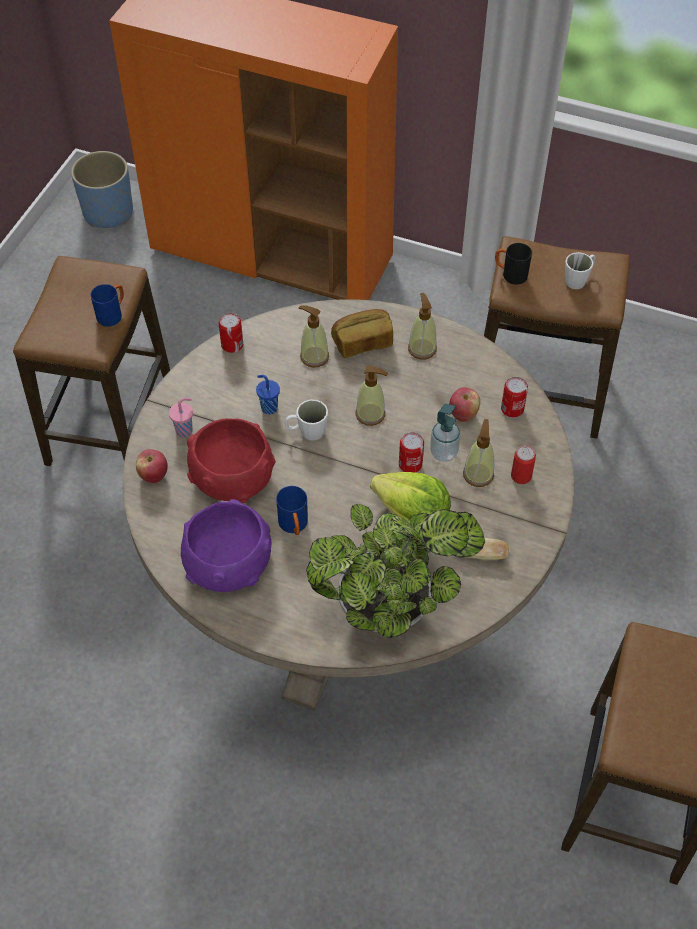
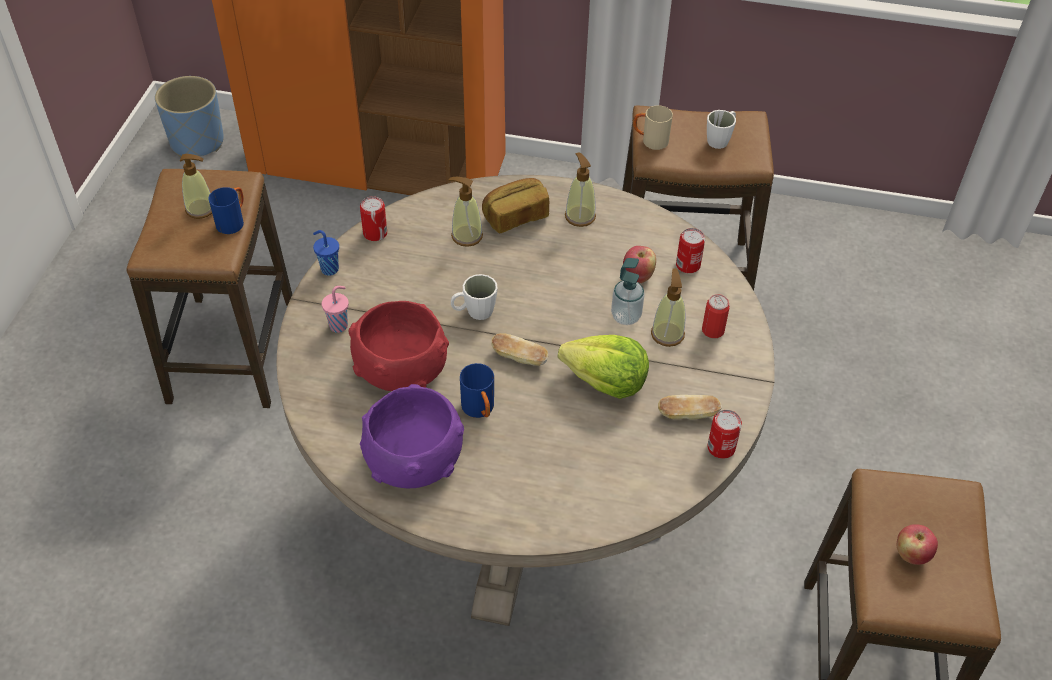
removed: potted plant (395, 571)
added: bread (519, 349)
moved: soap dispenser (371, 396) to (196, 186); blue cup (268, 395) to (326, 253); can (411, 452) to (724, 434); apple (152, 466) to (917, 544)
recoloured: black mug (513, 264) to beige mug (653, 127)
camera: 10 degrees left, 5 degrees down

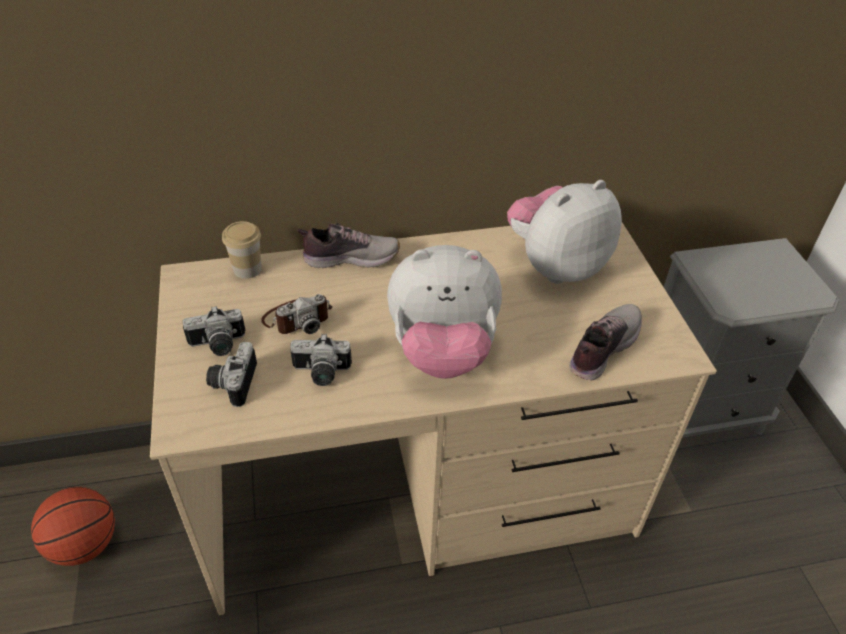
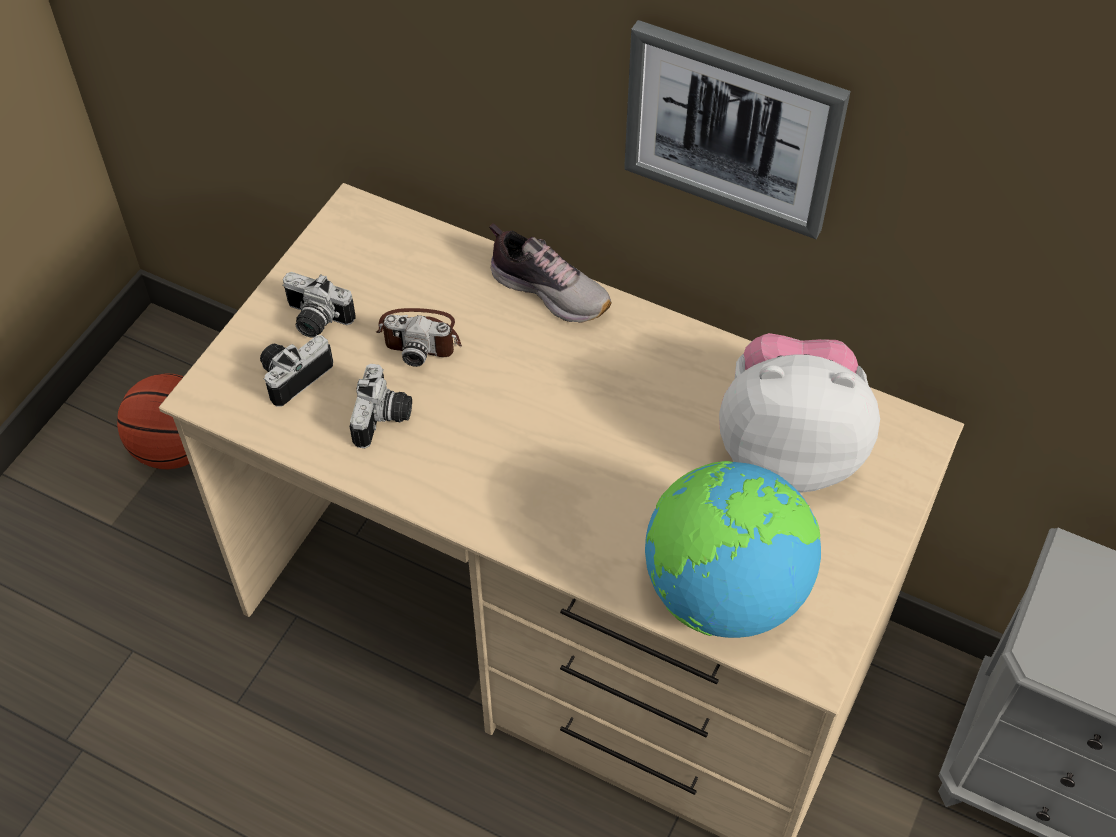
removed: cup (242, 250); plush toy (444, 312)
added: picture (737, 129)
replaced: shoe (605, 342) to globe (733, 549)
turned: photo camera (321, 360) = (380, 406) 120 degrees counterclockwise
camera: 40 degrees right, 10 degrees up

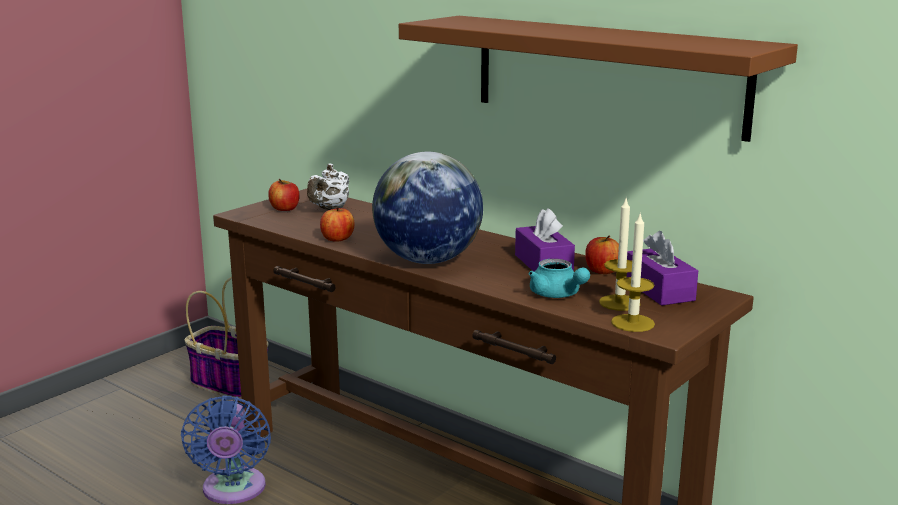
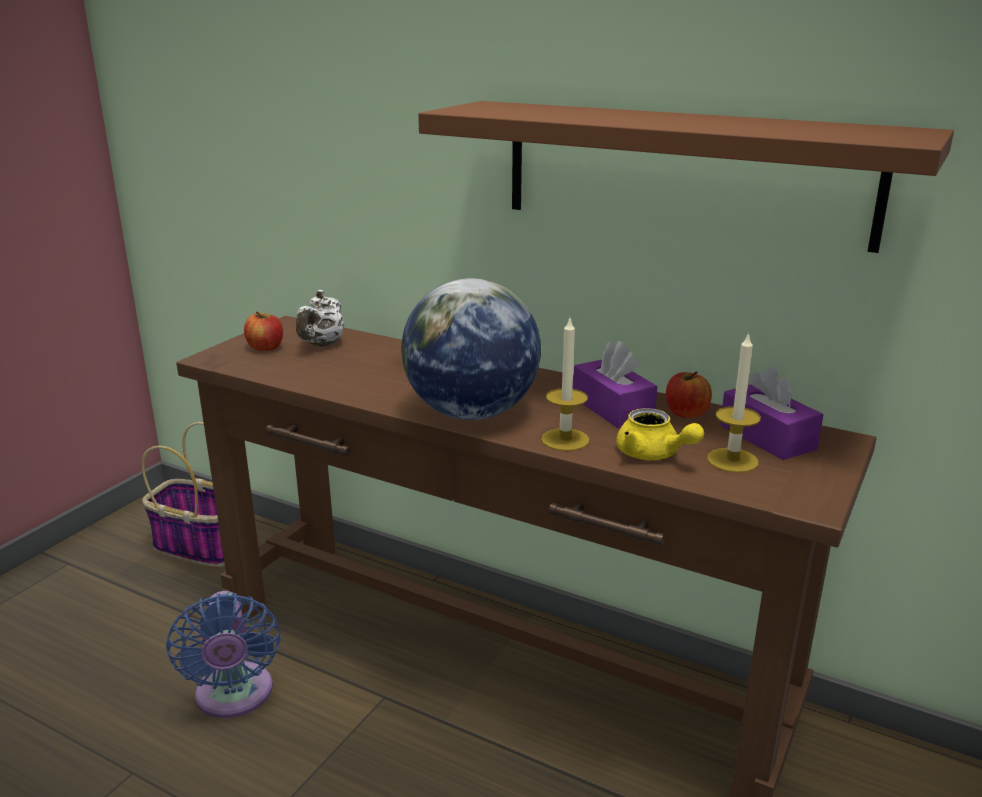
removed: apple (337, 224)
moved: candle (633, 273) to (565, 385)
recoloured: turquoise teapot (559, 278) to yellow teapot (660, 434)
camera: 10 degrees left, 5 degrees up

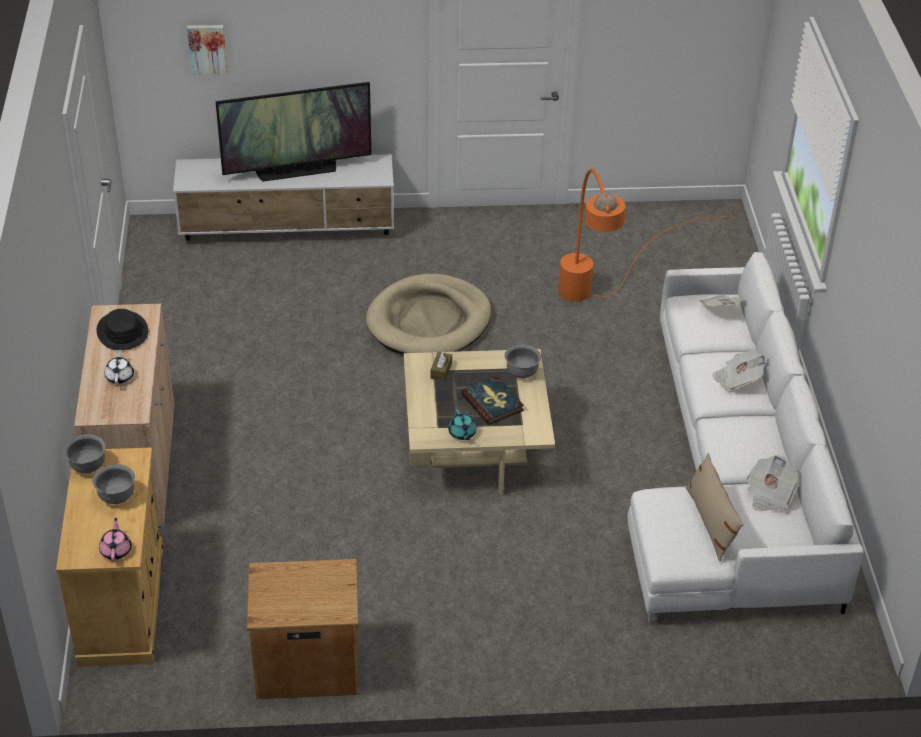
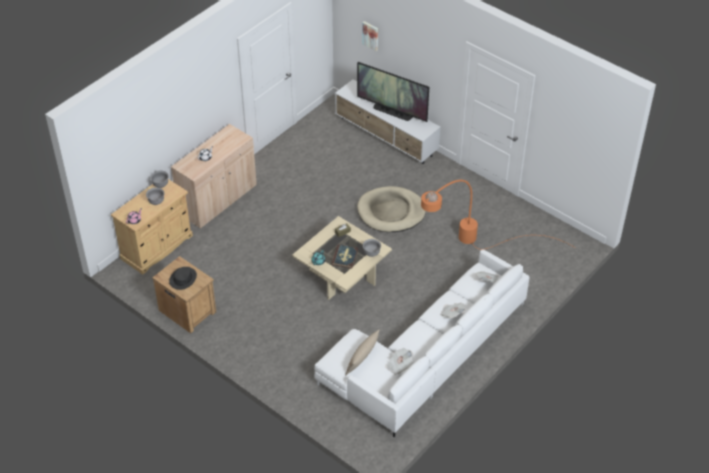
moved: black hat (122, 329) to (183, 278)
camera: 45 degrees right, 5 degrees up

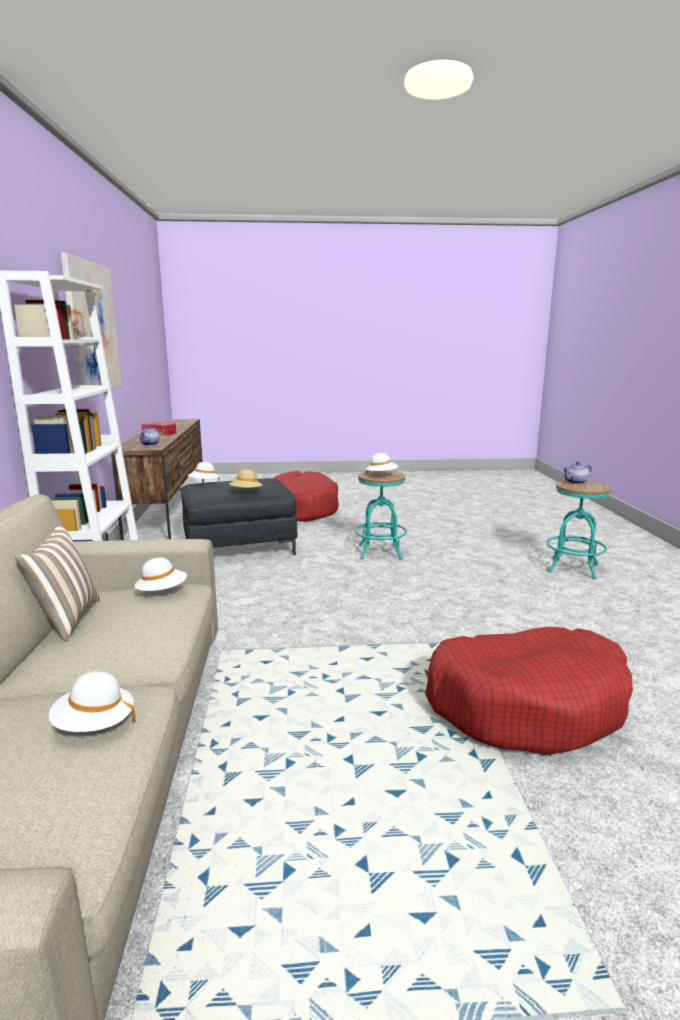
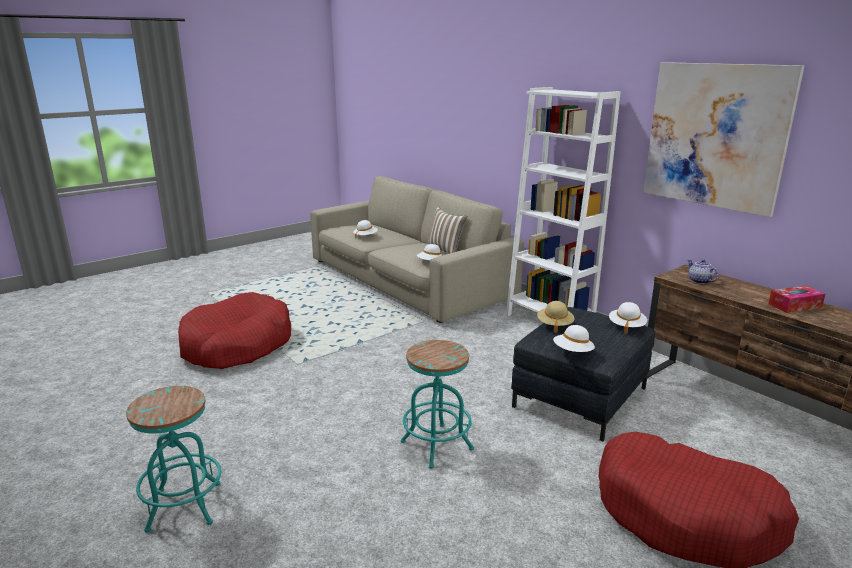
removed: teapot (577, 472)
moved: white hat (382, 463) to (574, 338)
camera: 145 degrees right, 5 degrees up

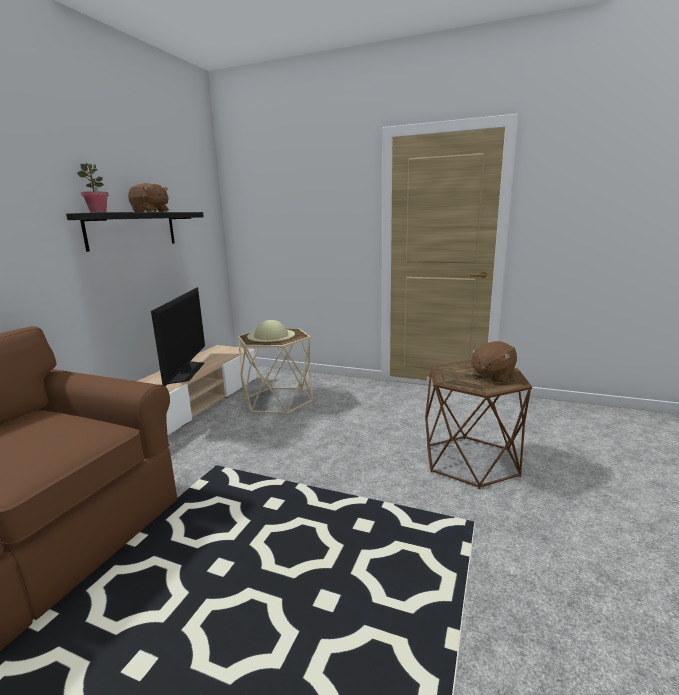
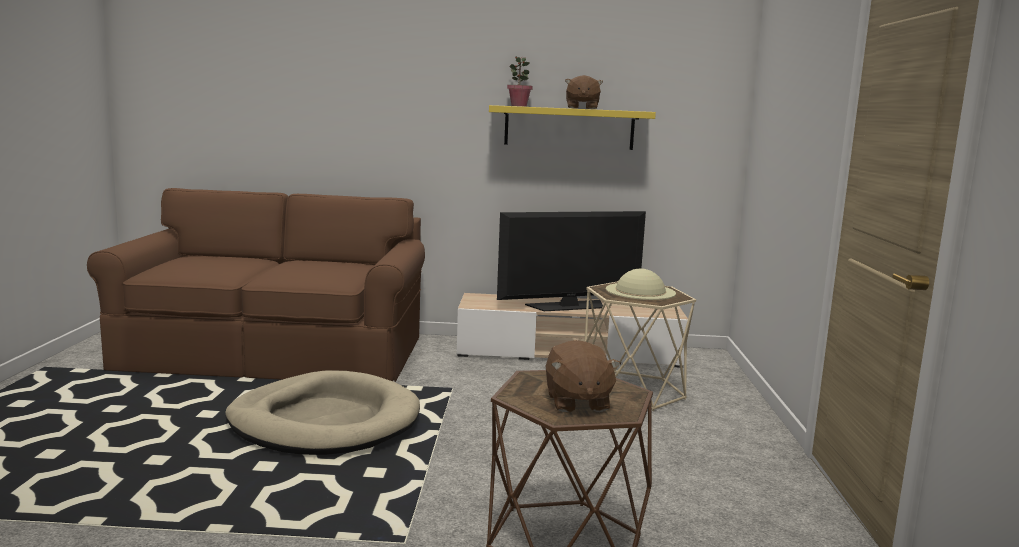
added: beige dog bed (322, 413)
recoloured: black shelf (135, 232) to yellow shelf (572, 127)
turned: brown plush toy (493, 362) = (583, 376) 120 degrees counterclockwise
camera: 70 degrees right, 5 degrees down

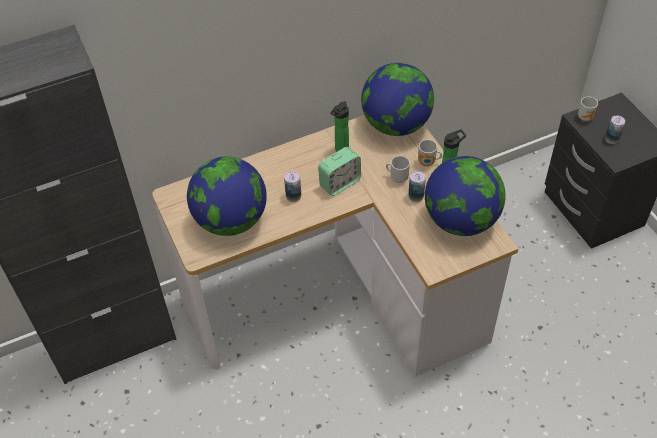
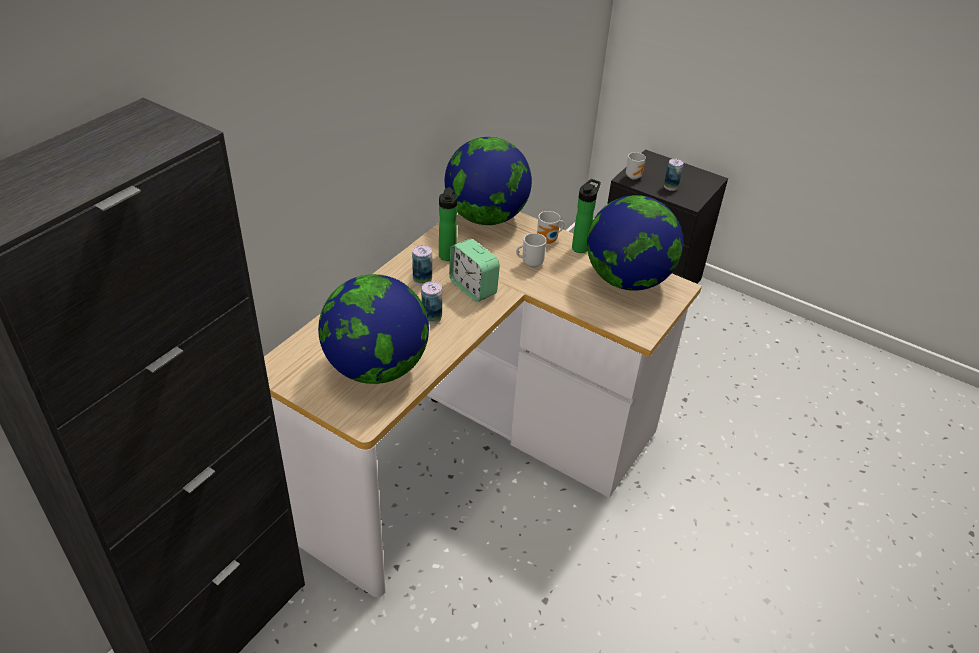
moved: can (417, 186) to (422, 265)
turned: alarm clock (339, 171) = (474, 270) 120 degrees clockwise
camera: 35 degrees left, 10 degrees down

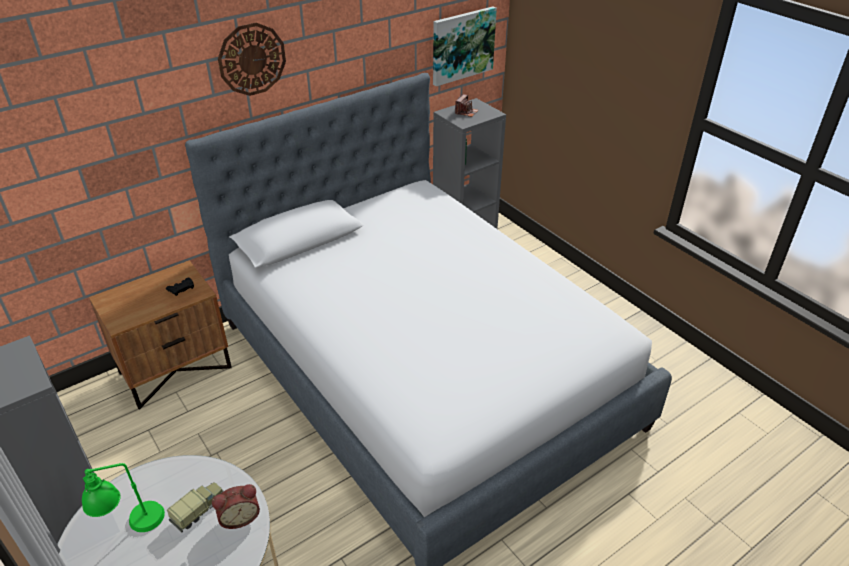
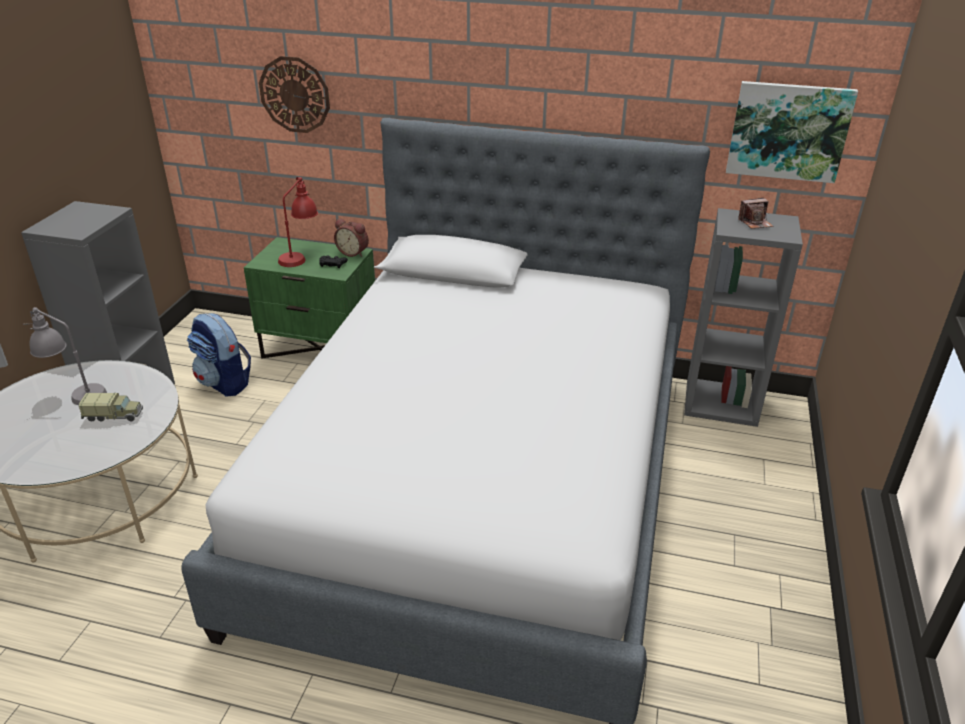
added: red table lamp (298, 222); backpack (219, 355)
moved: wall clock (252, 59) to (294, 94); alarm clock (236, 506) to (351, 238)
recoloured: brown nightstand (160, 334) to green nightstand (309, 298); green table lamp (123, 497) to grey table lamp (65, 356)
camera: 50 degrees right, 5 degrees down

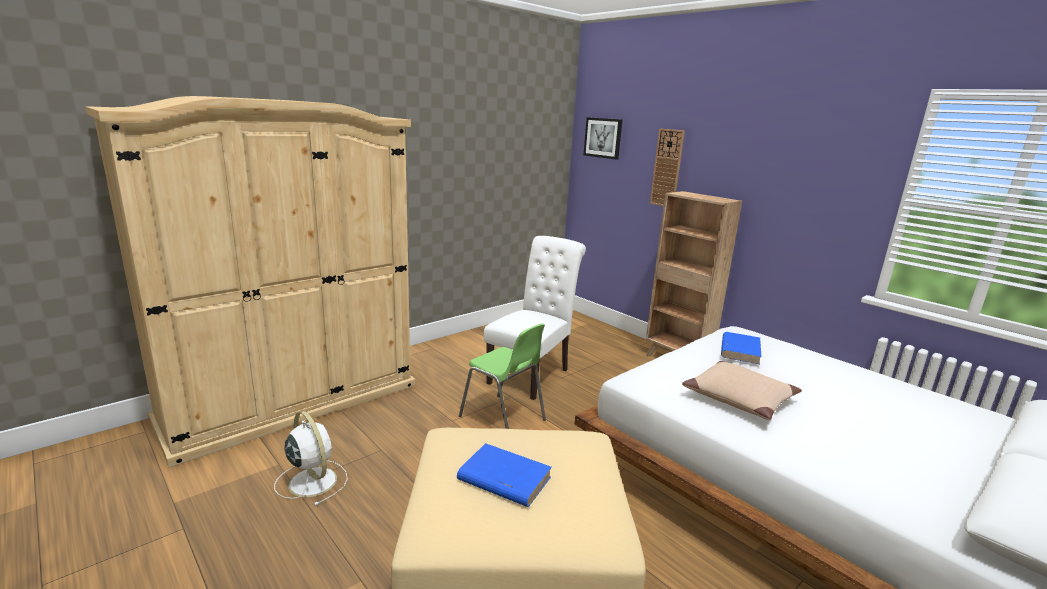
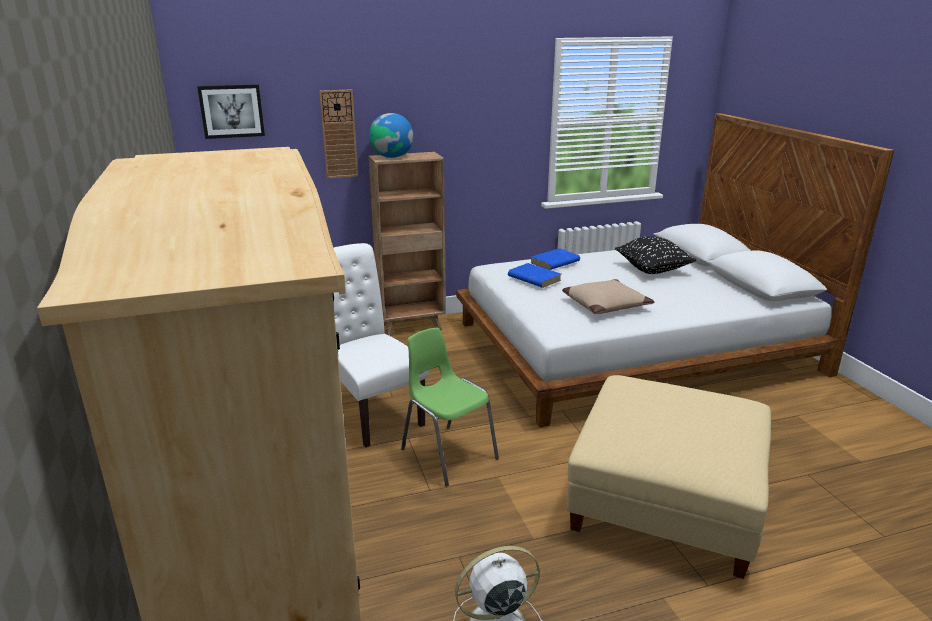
added: globe (391, 135); black pillow (655, 255)
moved: blue book (504, 475) to (555, 259)
turned: green chair (502, 376) = (450, 407) 105 degrees counterclockwise
camera: 65 degrees left, 5 degrees up

